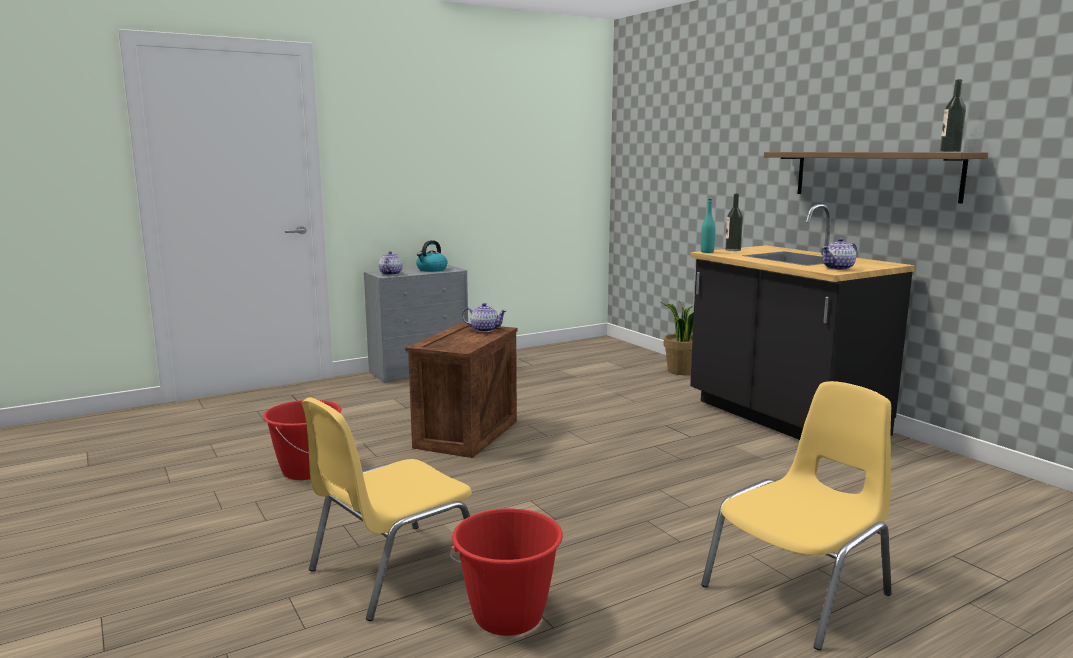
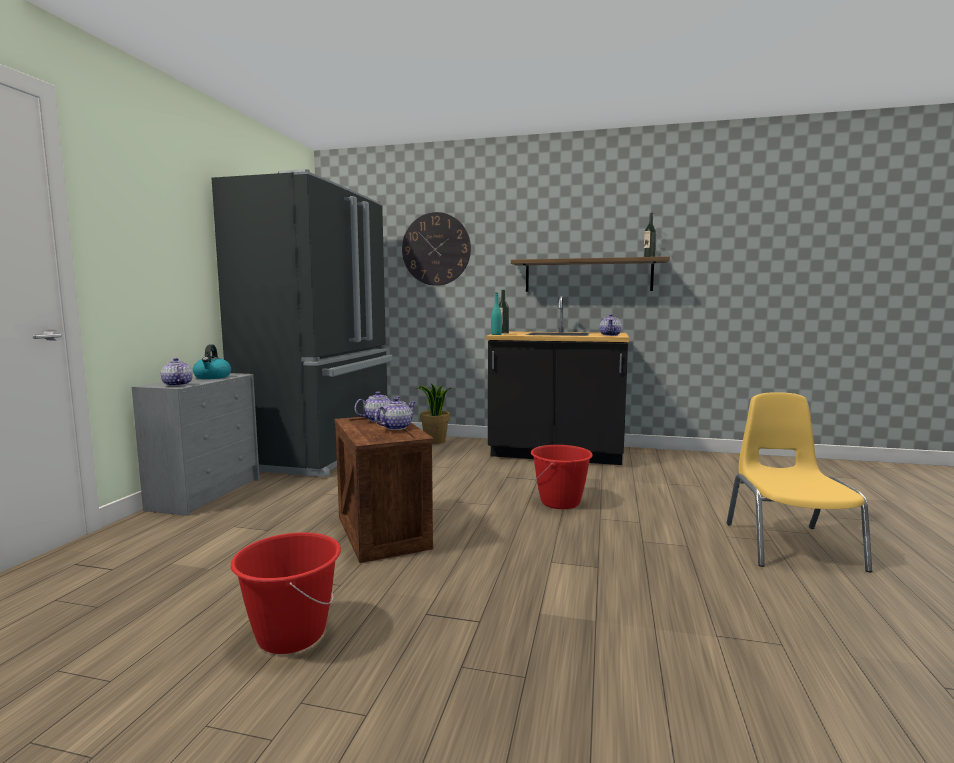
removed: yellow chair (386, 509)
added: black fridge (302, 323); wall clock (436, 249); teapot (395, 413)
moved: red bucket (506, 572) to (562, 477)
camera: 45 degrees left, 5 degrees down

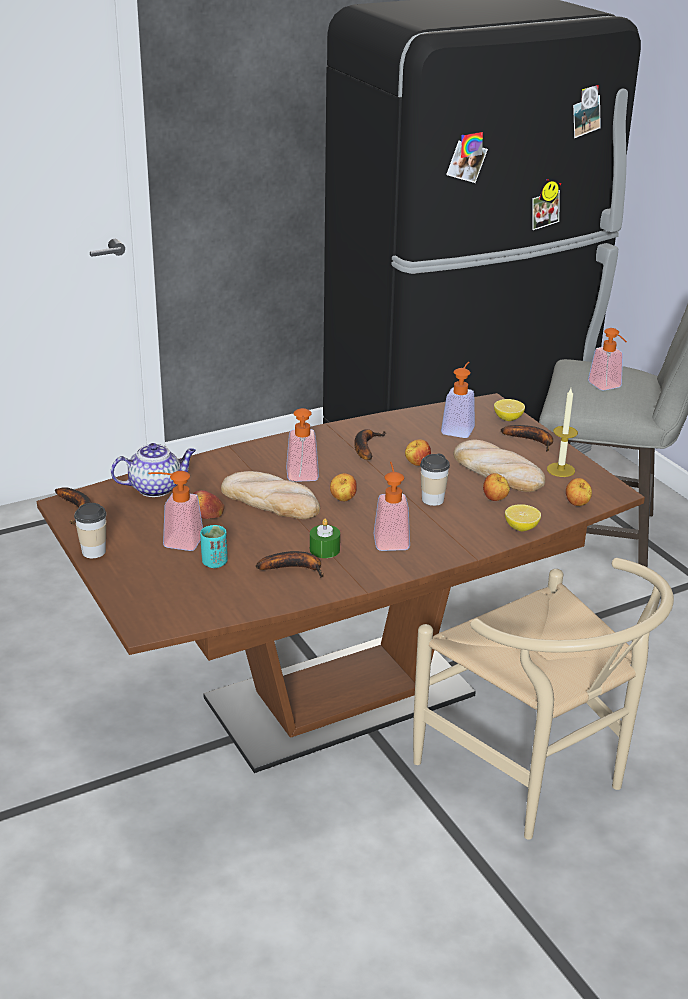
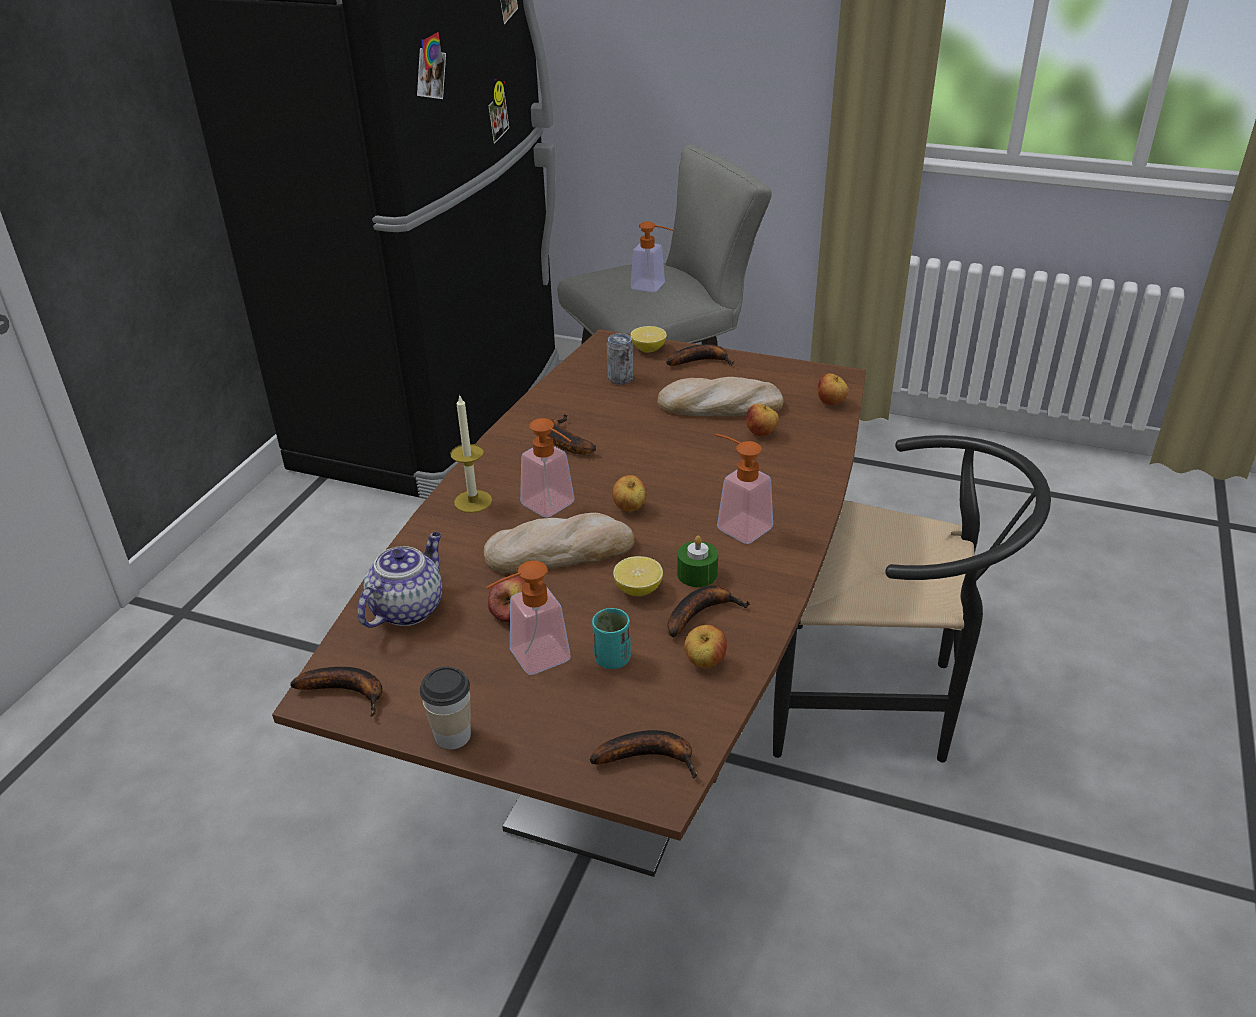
removed: cup (435, 480)
added: banana (644, 754)
moved: candle (562, 432) to (471, 453); apple (418, 452) to (705, 646); lemon (523, 517) to (638, 576)
replaced: soap dispenser (458, 400) to can (620, 359)
recoloured: beige chair (543, 698) to black chair (912, 599)
camera: 40 degrees left, 5 degrees up

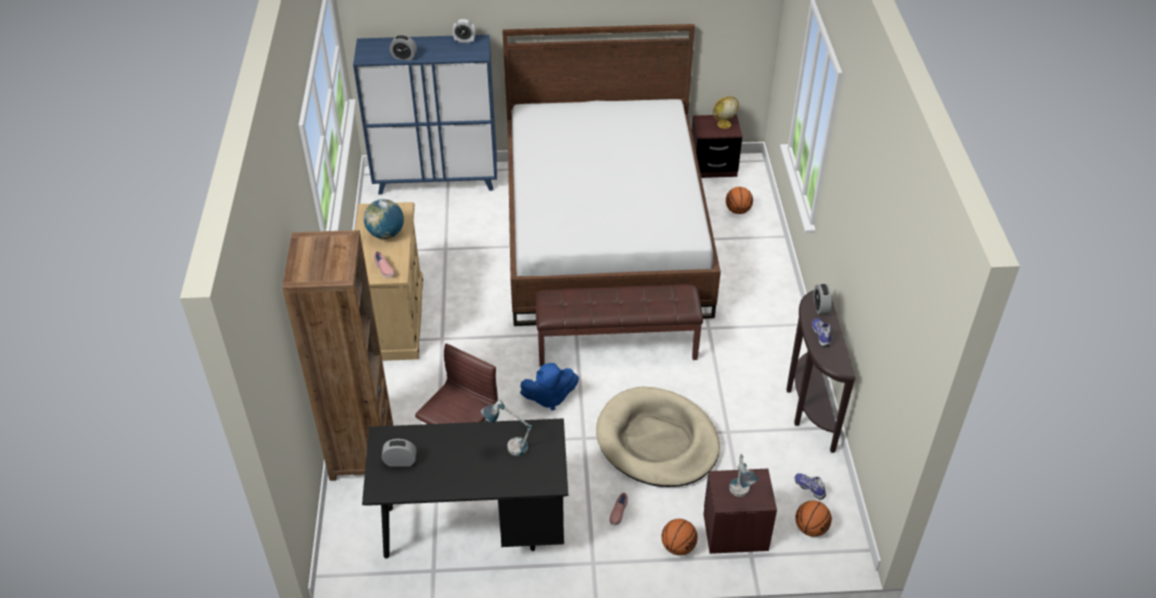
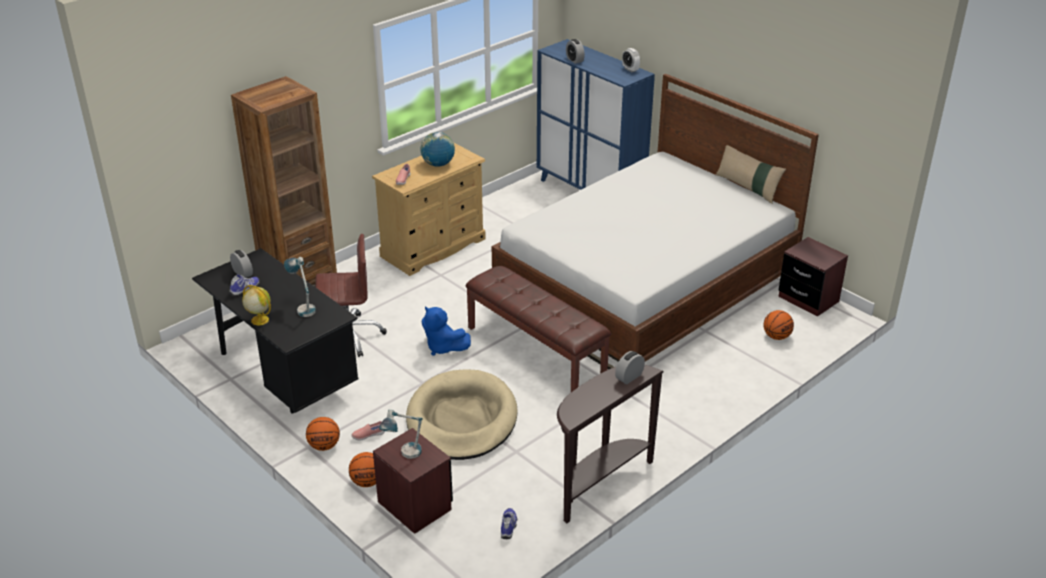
added: beige pillow (751, 174)
moved: globe (726, 112) to (256, 305); shoe (821, 332) to (244, 285); basketball (813, 518) to (323, 434)
camera: 50 degrees right, 10 degrees down

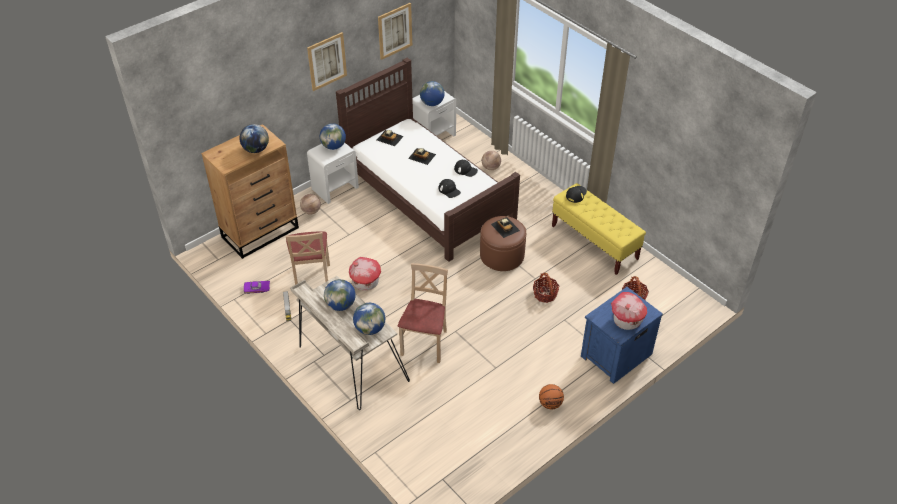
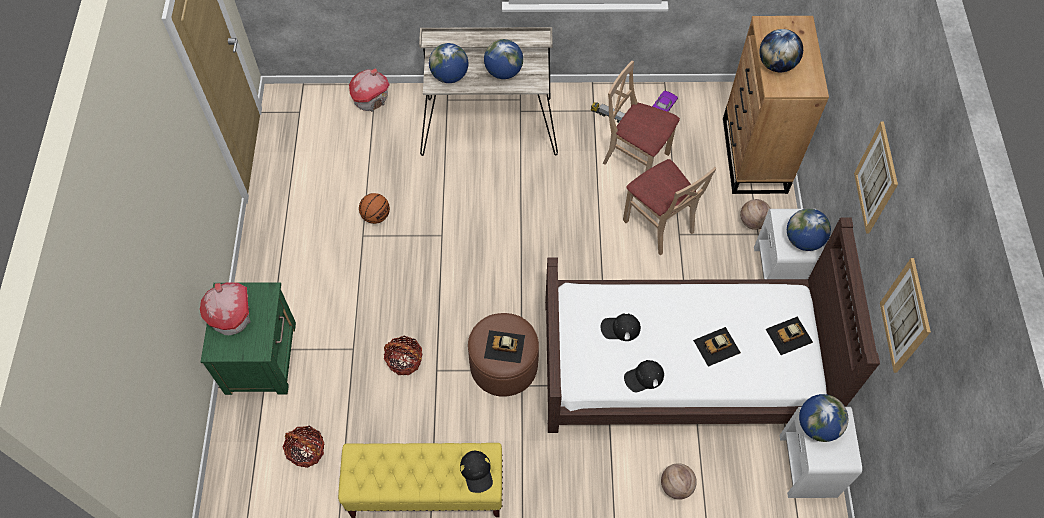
moved: toy house (365, 274) to (369, 90); beige chair (423, 313) to (669, 207); basketball (551, 396) to (374, 208)
recoloured: blue nightstand (622, 335) to green nightstand (248, 338)
camera: 130 degrees right, 15 degrees up

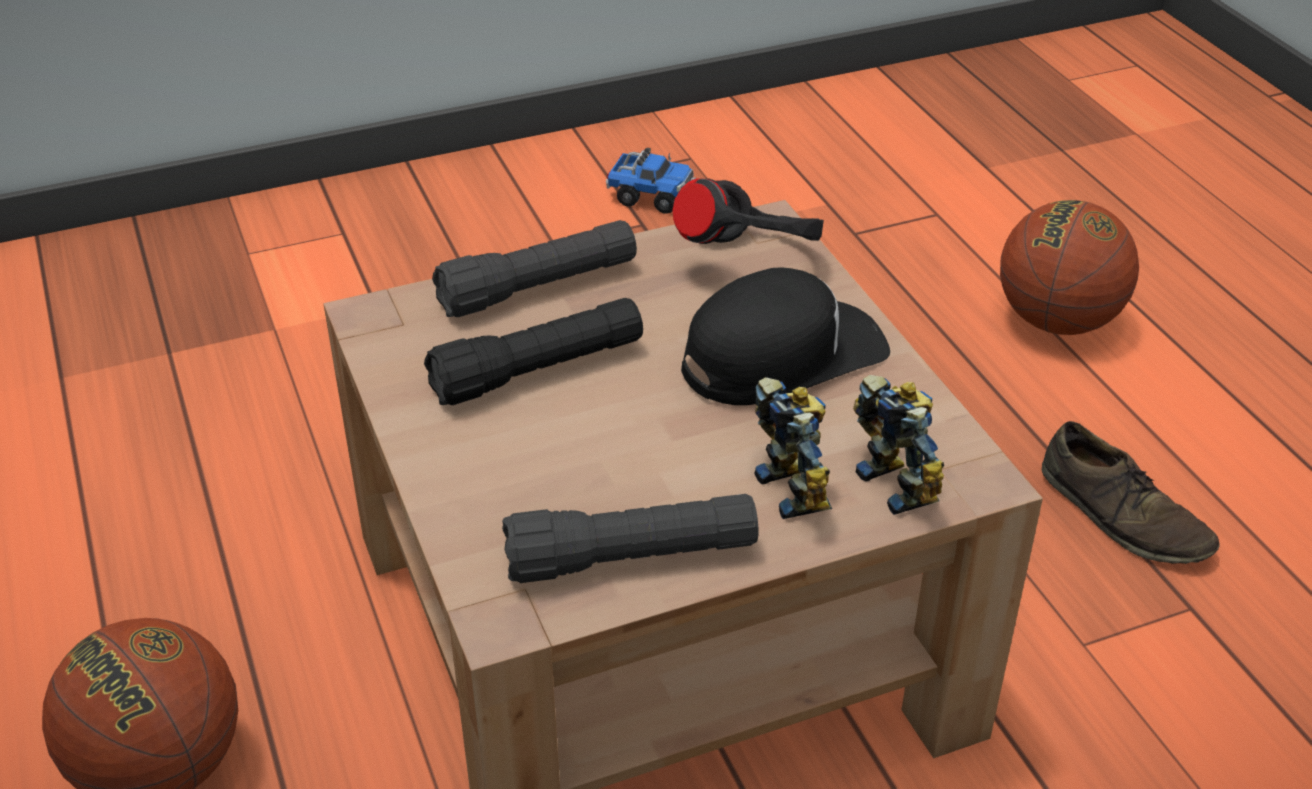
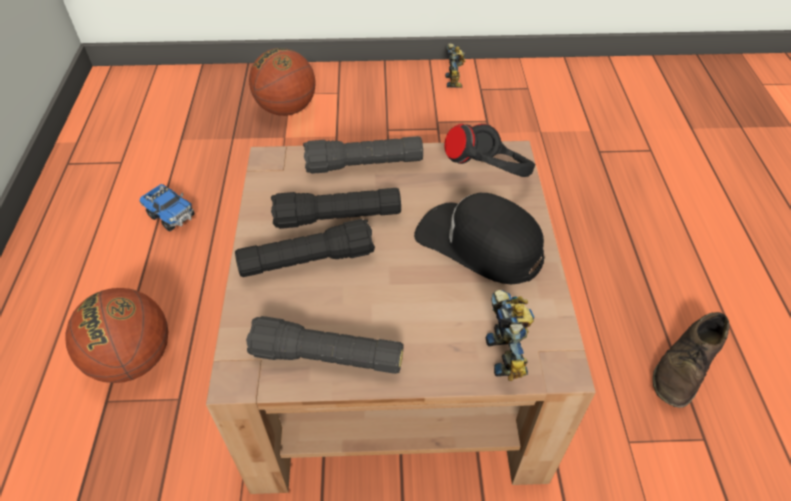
added: black flashlight (305, 248)
moved: toy truck (651, 181) to (167, 207); basketball (1069, 267) to (282, 82); toy robot (793, 448) to (455, 65)
turned: black cap (785, 336) = (479, 238) 135 degrees counterclockwise; brown shoe (1131, 492) = (691, 360) 60 degrees clockwise
camera: 20 degrees right, 10 degrees up

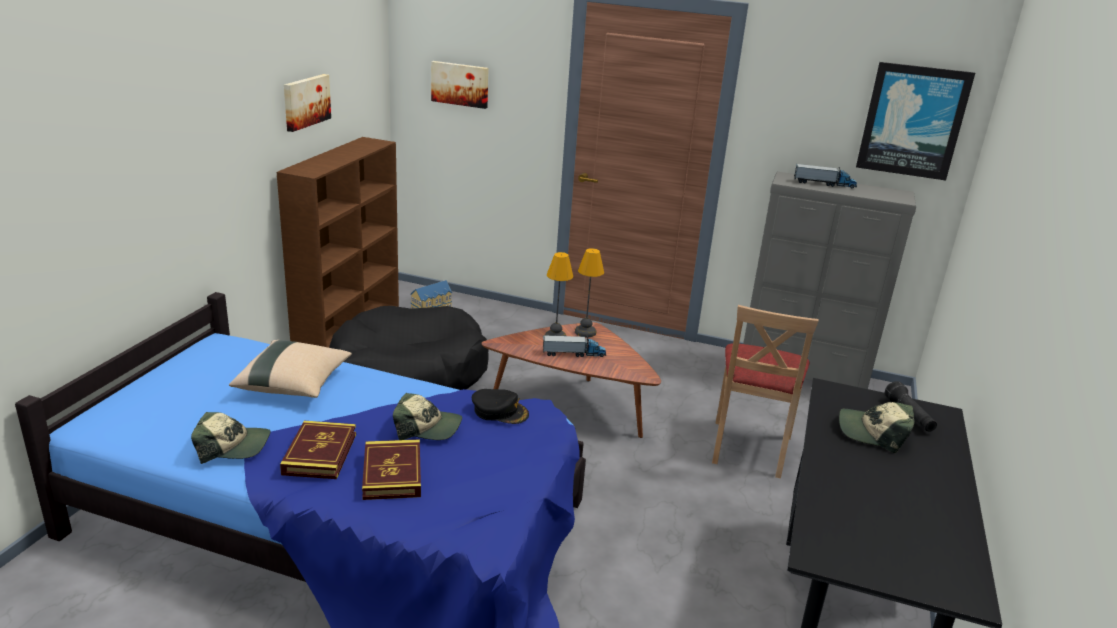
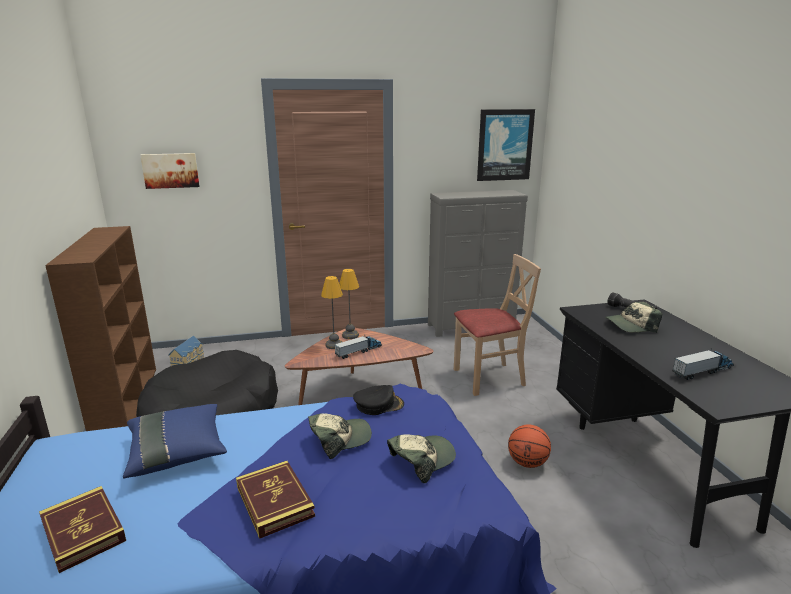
removed: picture (307, 103)
added: basketball (529, 446)
moved: toy truck (825, 176) to (703, 364); cap (230, 438) to (421, 459); book (391, 469) to (82, 529)
recoloured: beige pillow (290, 369) to blue pillow (175, 441)
turned: beige chair (765, 392) = (497, 325) 90 degrees counterclockwise
camera: 30 degrees left, 5 degrees down

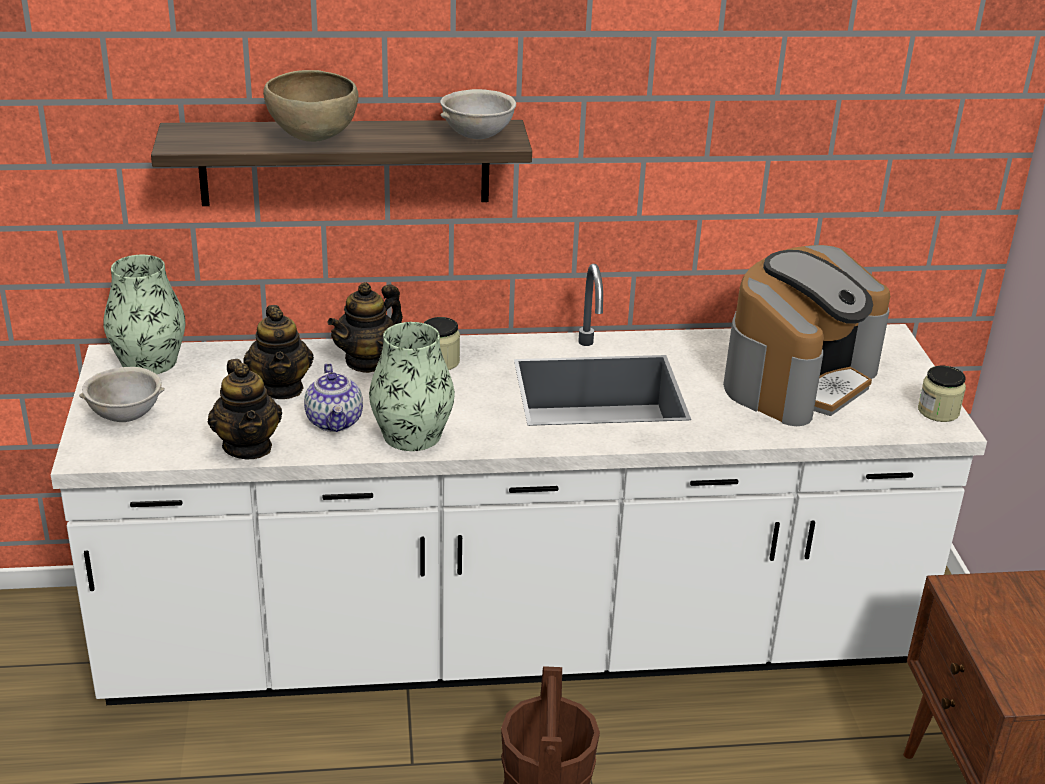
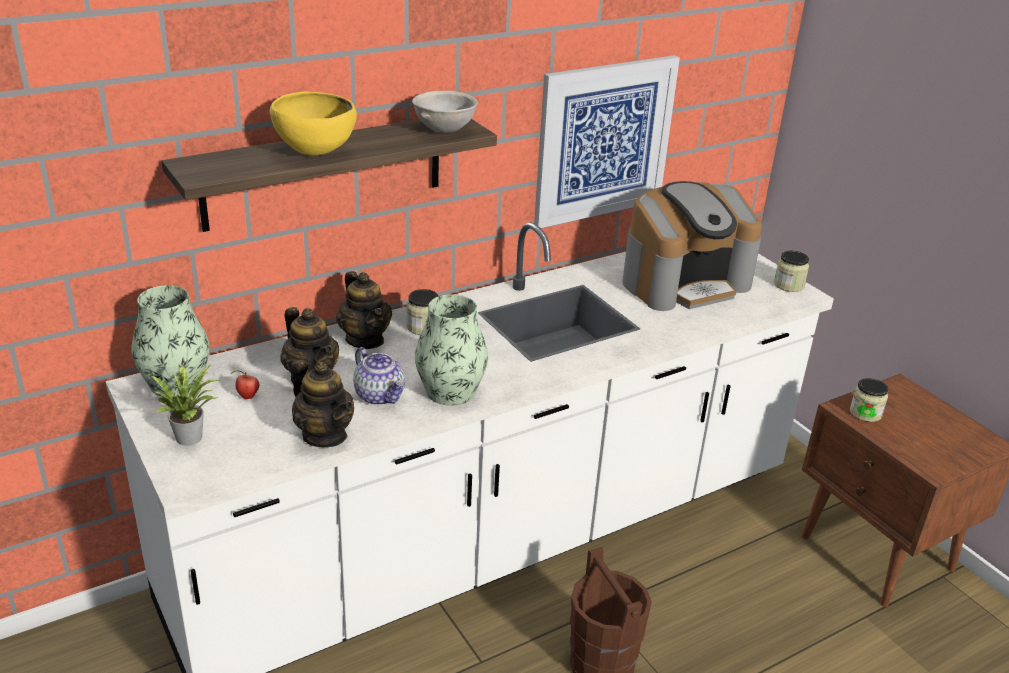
added: picture (607, 141); apple (245, 384); jar (869, 400)
replaced: grey bowl (122, 394) to potted plant (184, 404)
recoloured: brown bowl (310, 106) to yellow bowl (313, 123)
turned: coffee machine (806, 335) = (692, 246) 45 degrees clockwise; teapot (365, 327) = (364, 310) 45 degrees counterclockwise
camera: 25 degrees left, 0 degrees up

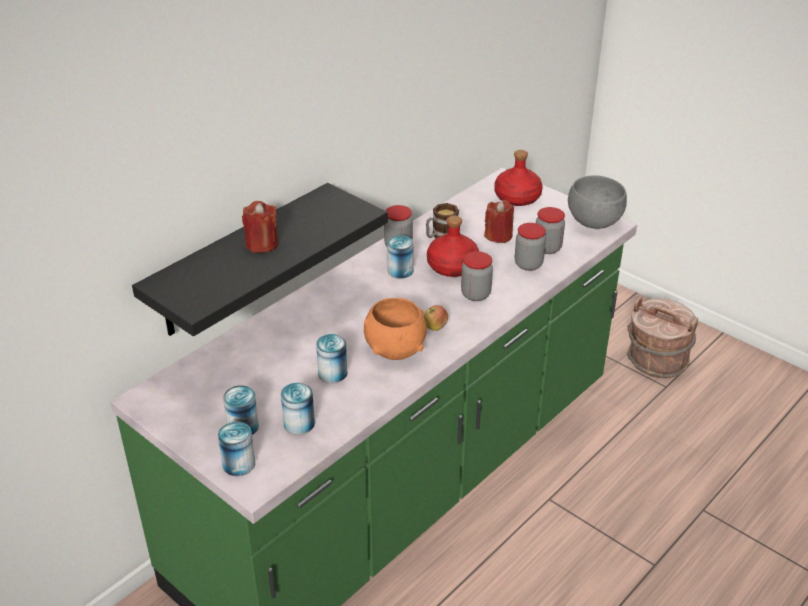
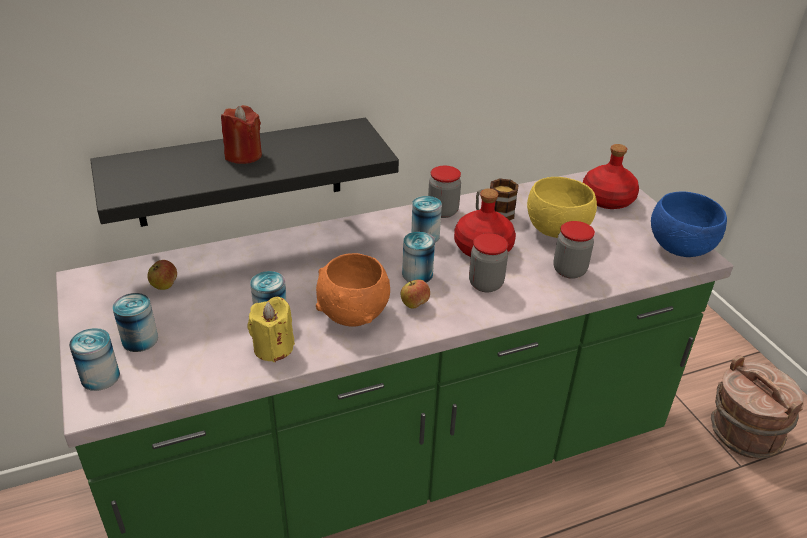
removed: jar (550, 230)
added: apple (162, 275); yellow candle (271, 329)
moved: can (298, 408) to (418, 257)
replaced: red candle (499, 221) to yellow bowl (562, 207)
recoloured: grey bowl (597, 202) to blue bowl (689, 224)
camera: 25 degrees right, 0 degrees up

